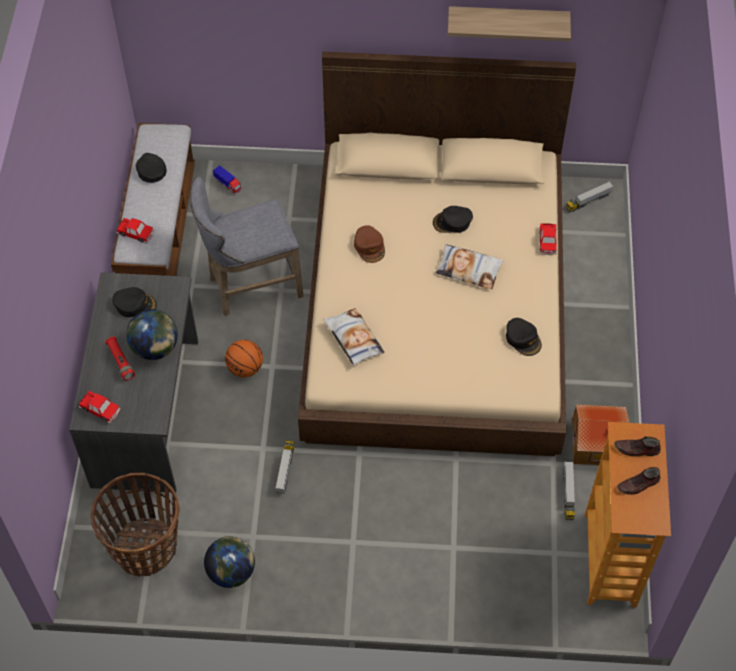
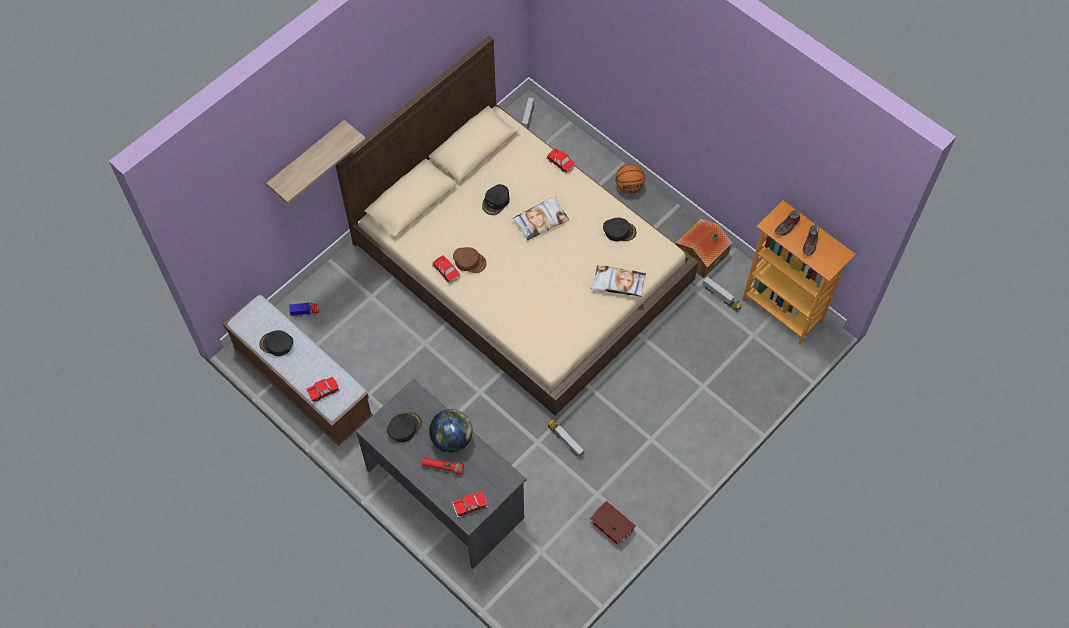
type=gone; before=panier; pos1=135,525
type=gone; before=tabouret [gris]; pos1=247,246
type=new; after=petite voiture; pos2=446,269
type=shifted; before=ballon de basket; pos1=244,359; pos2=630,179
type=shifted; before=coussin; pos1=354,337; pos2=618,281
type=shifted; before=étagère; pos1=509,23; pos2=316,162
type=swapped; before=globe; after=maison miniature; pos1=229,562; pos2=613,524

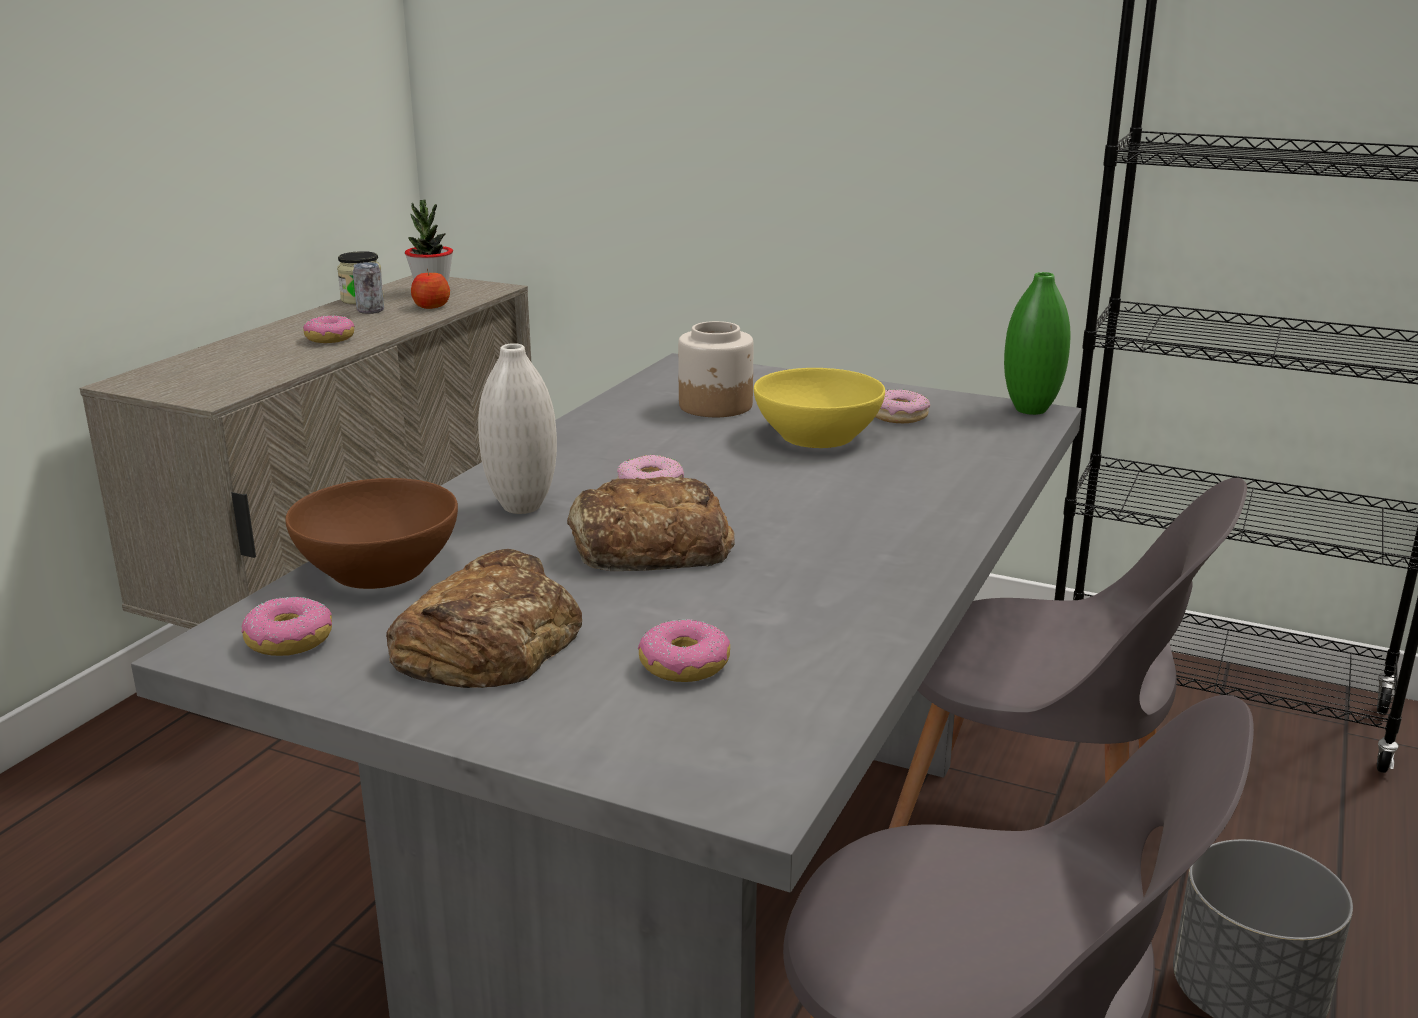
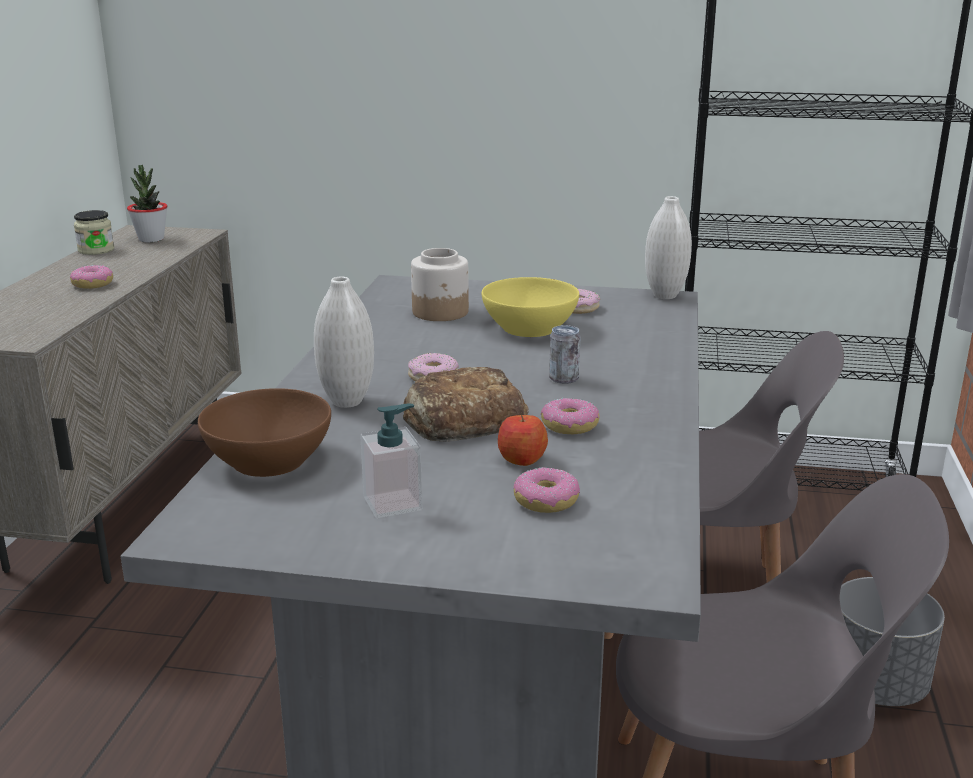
type=shifted; before=beignet; pos1=286,626; pos2=570,416
type=shifted; before=boîte métallique; pos1=368,288; pos2=564,354
type=shifted; before=pomme; pos1=430,289; pos2=523,439
type=swapped; before=pain; after=distributeur de savon; pos1=484,618; pos2=391,461
type=repainted; before=vase [vert]; after=vase [blanc]; pos1=1037,343; pos2=668,247

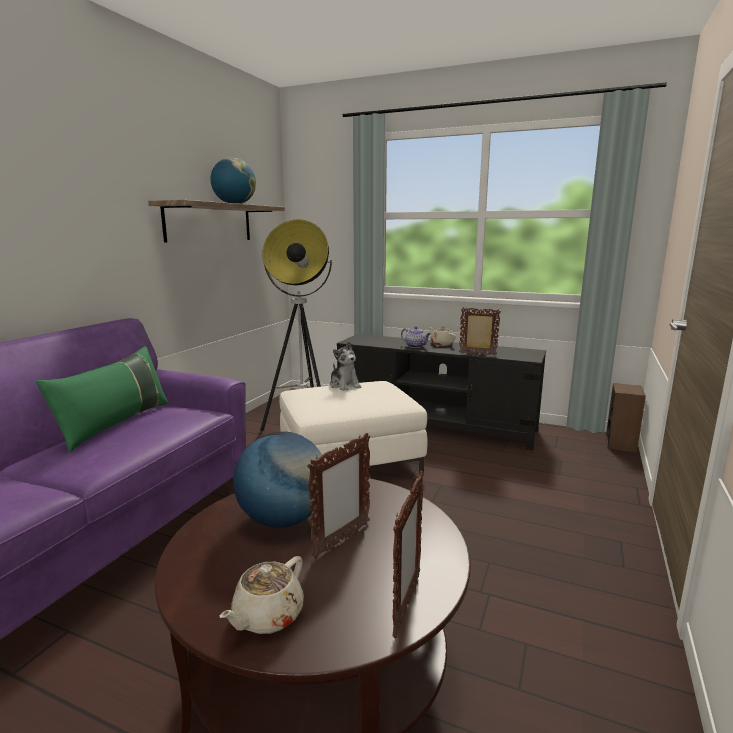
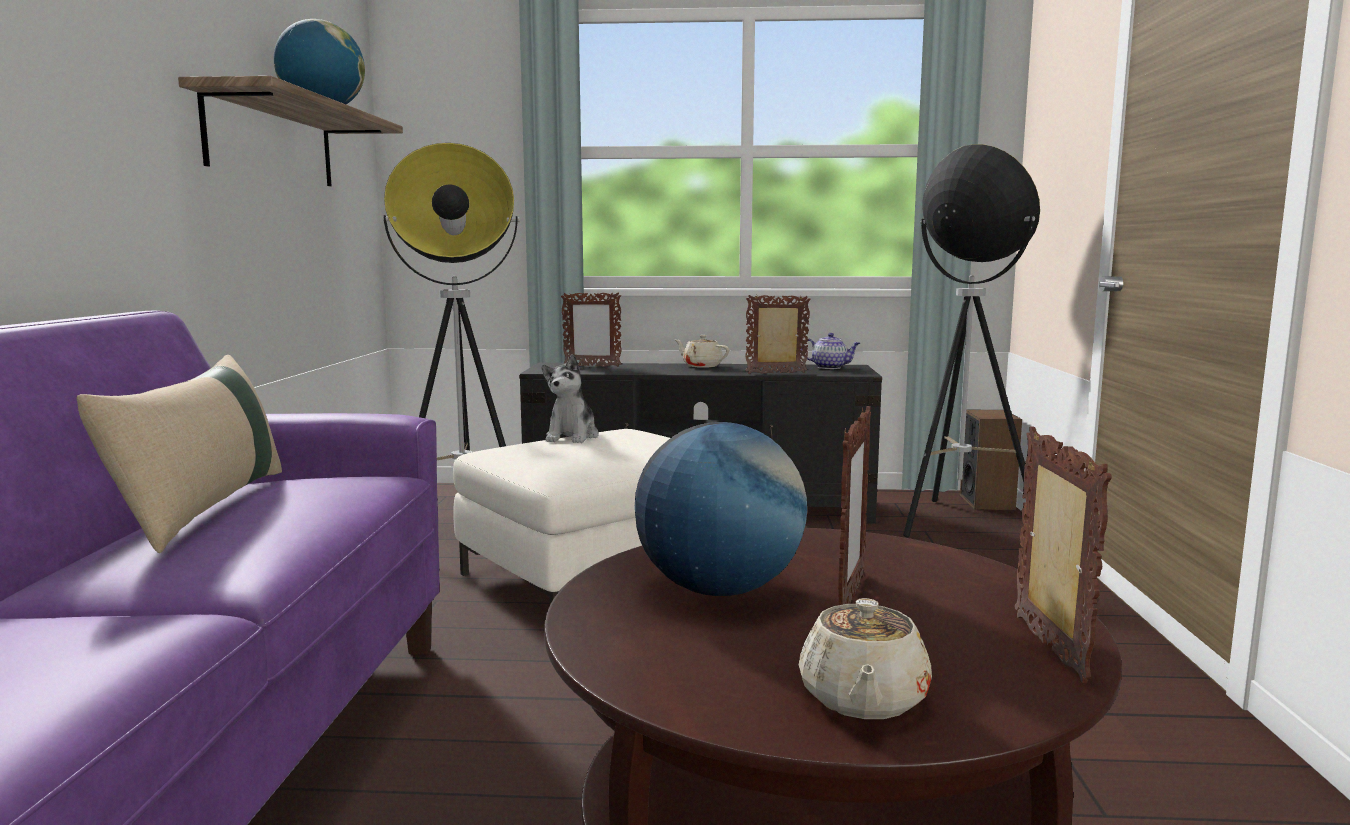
type=new; after=cadre photo; pos2=591,329
type=new; after=lampadaire; pos2=971,341
type=shifted; before=théière; pos1=416,337; pos2=830,351
type=repainted; before=coussin [vert]; after=coussin [beige]; pos1=101,399; pos2=179,454
type=rotated; before=peluche; pos1=345,366; pos2=570,398; turn=60

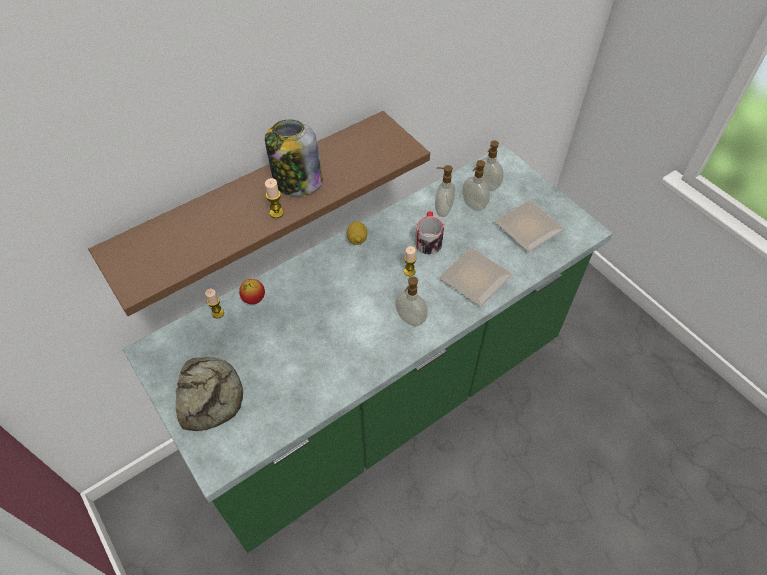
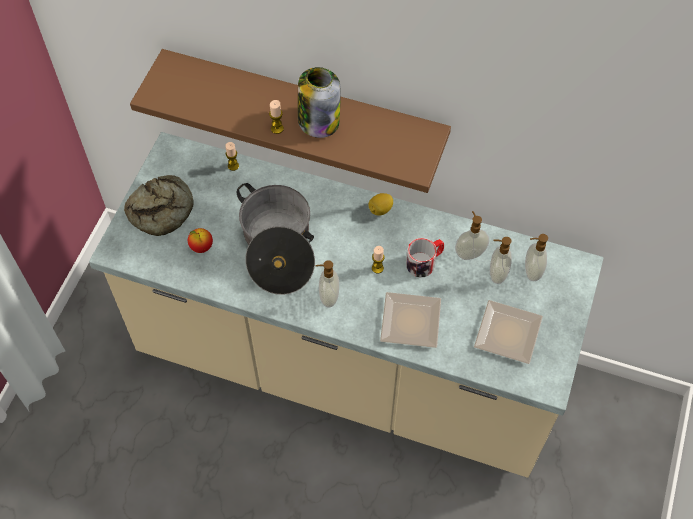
type=new; after=marmite; pos2=276,239
type=shifted; before=pomme; pos1=252,291; pos2=200,240
type=repainted; before=comptoir de cuisine [vert]; after=comptoir de cuisine [beige]; pos1=367,349; pos2=346,305

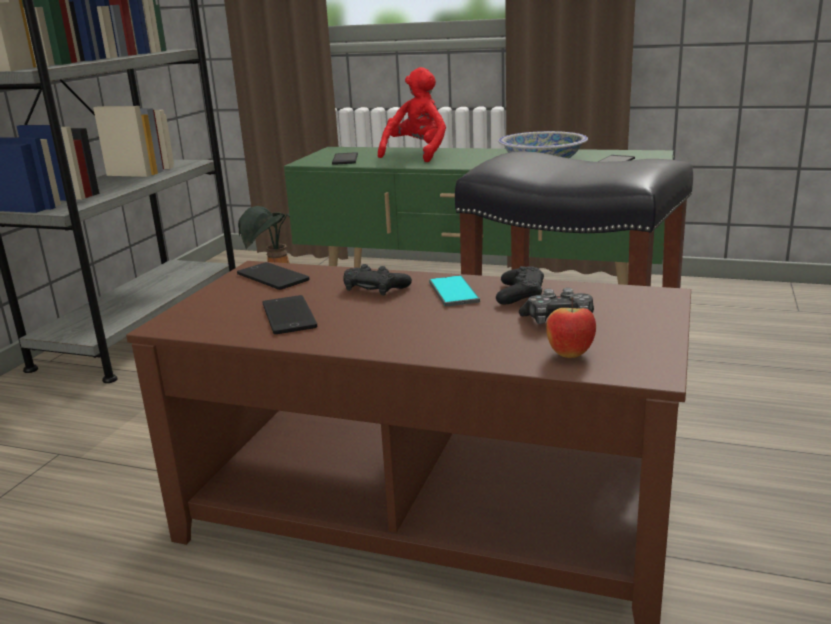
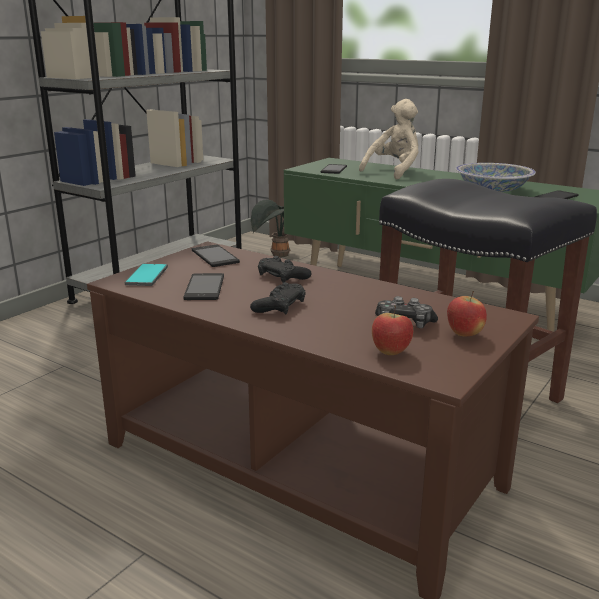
type=new; after=pomme; pos2=467,313
type=shifted; before=téléphone; pos1=454,290; pos2=146,275
type=shifted; before=manette [noir]; pos1=520,285; pos2=278,298
type=repainted; before=peluche [rouge]; after=peluche [beige]; pos1=412,114; pos2=389,139

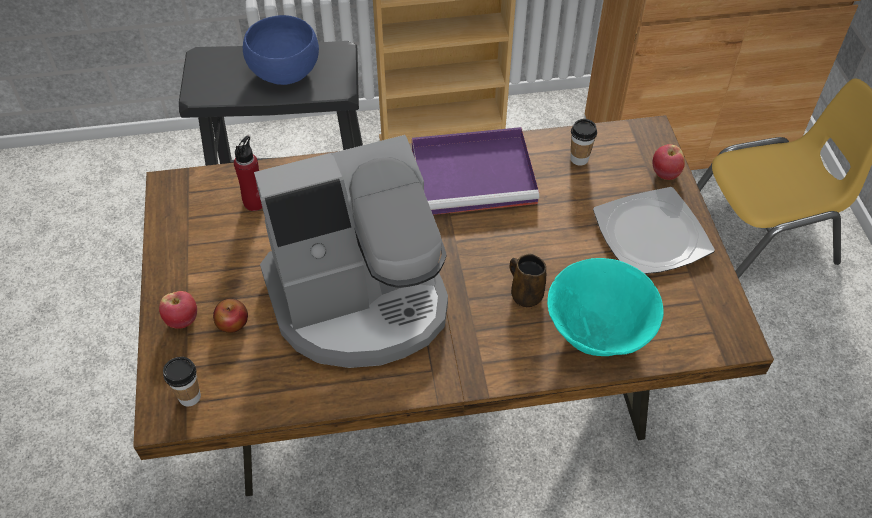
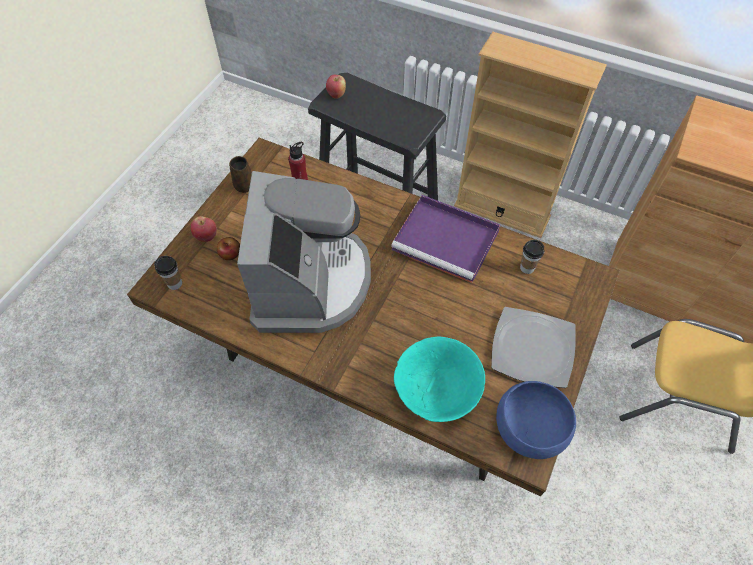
type=shifted; before=bol [bleu]; pos1=281,50; pos2=536,420
type=shifted; before=mug [marron]; pos1=528,280; pos2=240,174
type=shifted; before=pomme; pos1=668,162; pos2=336,87
type=rotated; before=machine à café; pos1=351,251; pos2=304,252; turn=-105

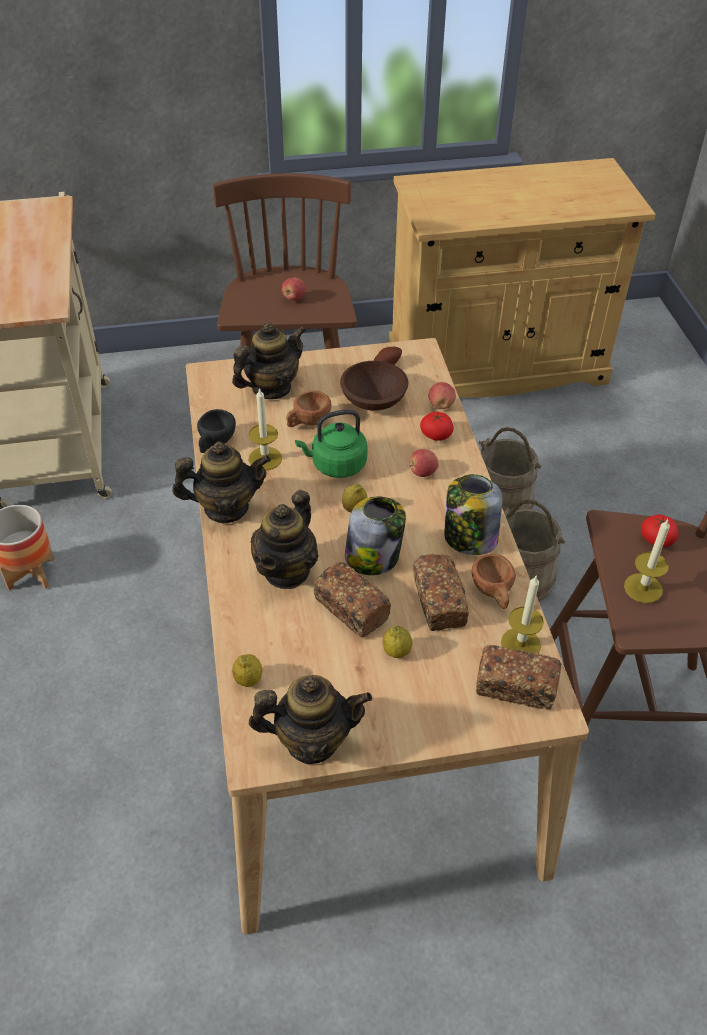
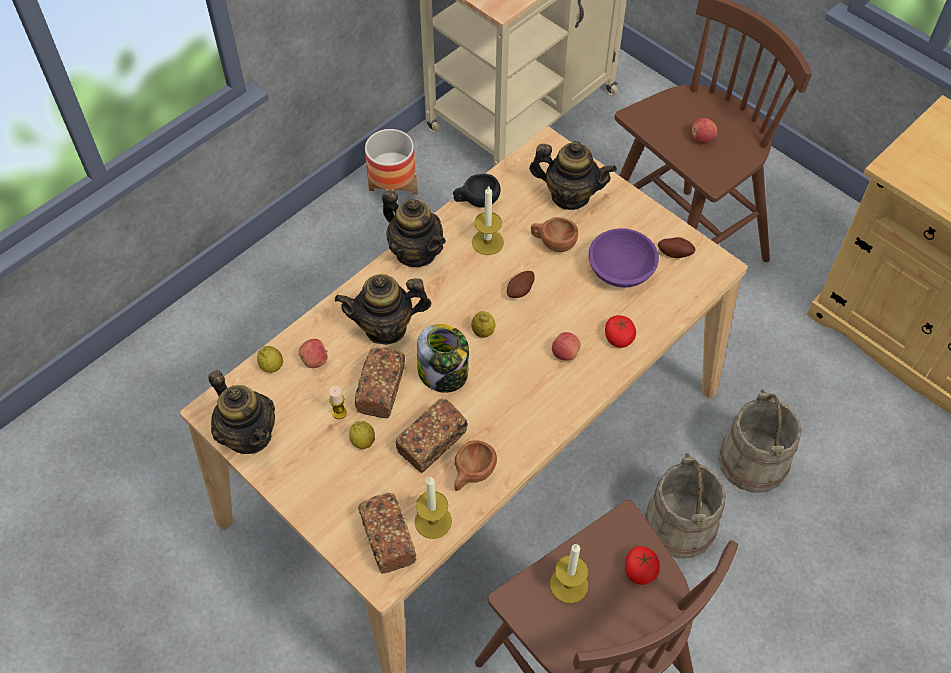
type=gone; before=bocal; pos1=473,514
type=new; after=bougie; pos2=338,402
type=shifted; before=pomme; pos1=442,395; pos2=313,353
type=swapped; before=bouilloire [vert]; after=pomme de terre; pos1=331,443; pos2=520,284
type=repainted; before=bol [marron]; after=bol [violet]; pos1=374,386; pos2=623,257

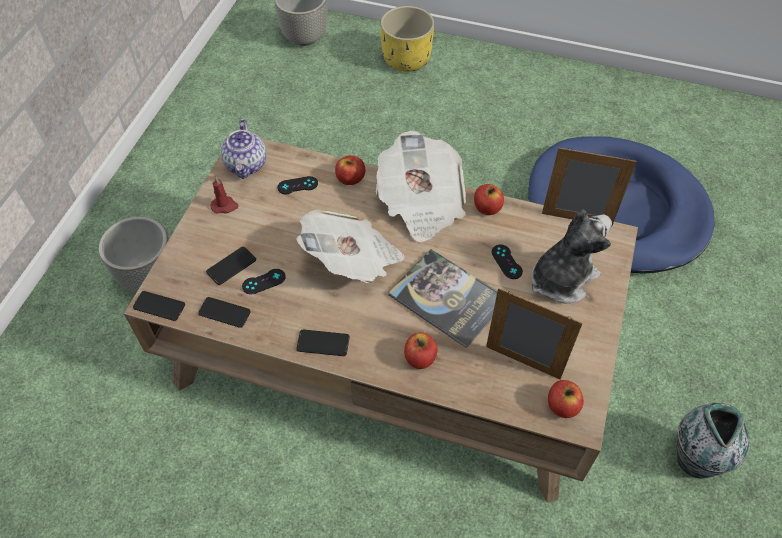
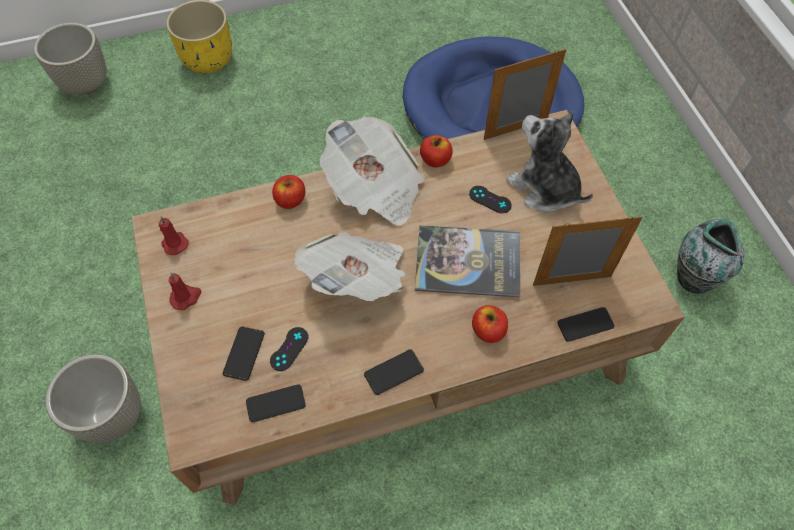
type=gone; before=manette [noir]; pos1=297,185
type=gone; before=pomme; pos1=566,399
type=shifted; before=téléphone; pos1=159,306; pos2=586,324
type=swapped; before=théière; after=bougie [rouge]; pos1=243,149; pos2=174,235
type=rotated; before=peluche; pos1=571,257; pos2=549,161; turn=-60

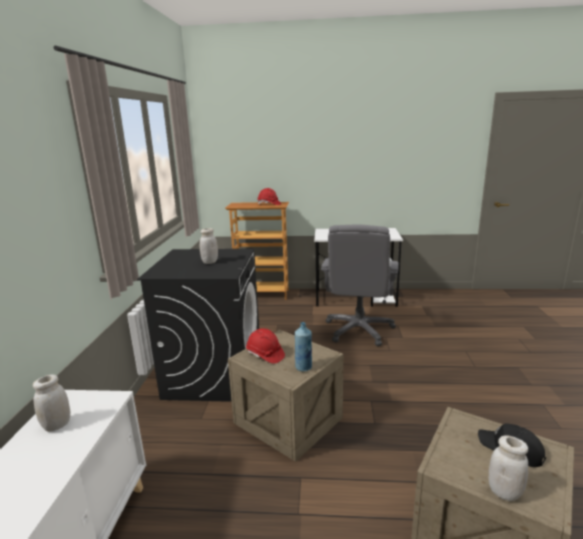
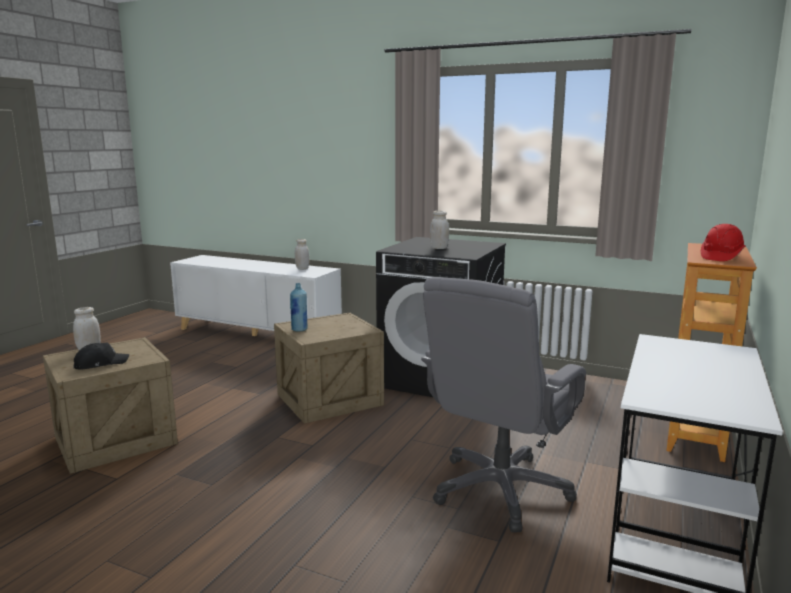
type=gone; before=casque de chantier [rouge]; pos1=265,346
type=rotated; before=chaise de bureau [gris]; pos1=360,285; pos2=503,404; turn=-90

